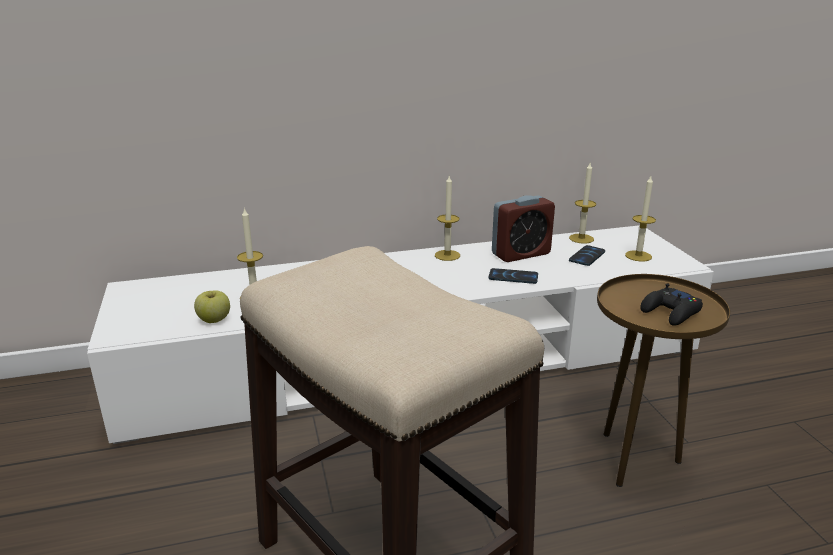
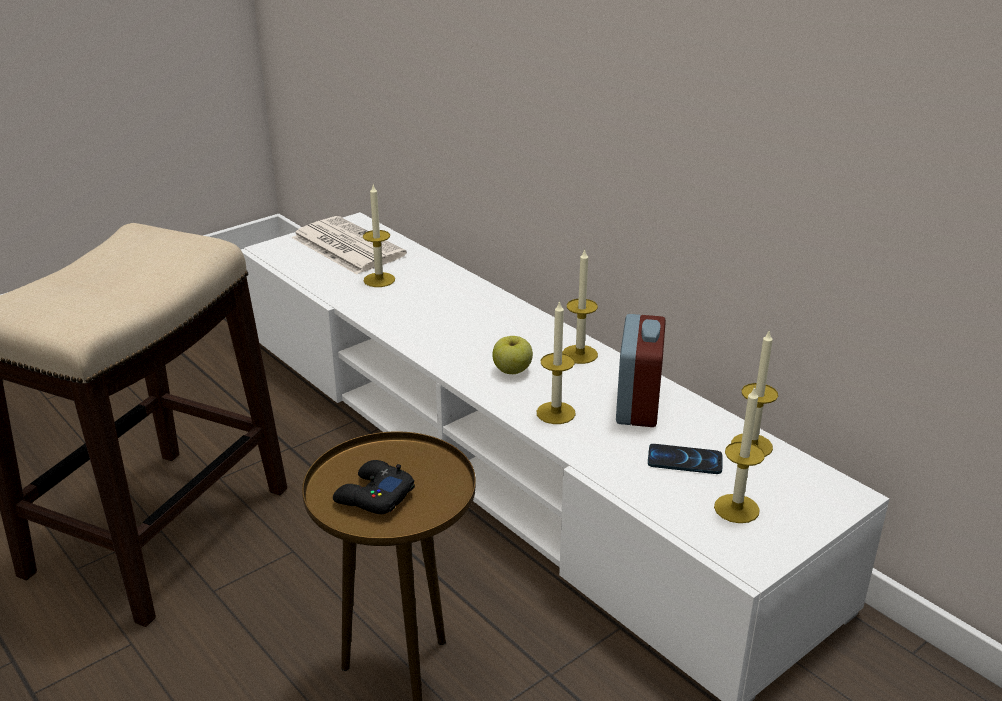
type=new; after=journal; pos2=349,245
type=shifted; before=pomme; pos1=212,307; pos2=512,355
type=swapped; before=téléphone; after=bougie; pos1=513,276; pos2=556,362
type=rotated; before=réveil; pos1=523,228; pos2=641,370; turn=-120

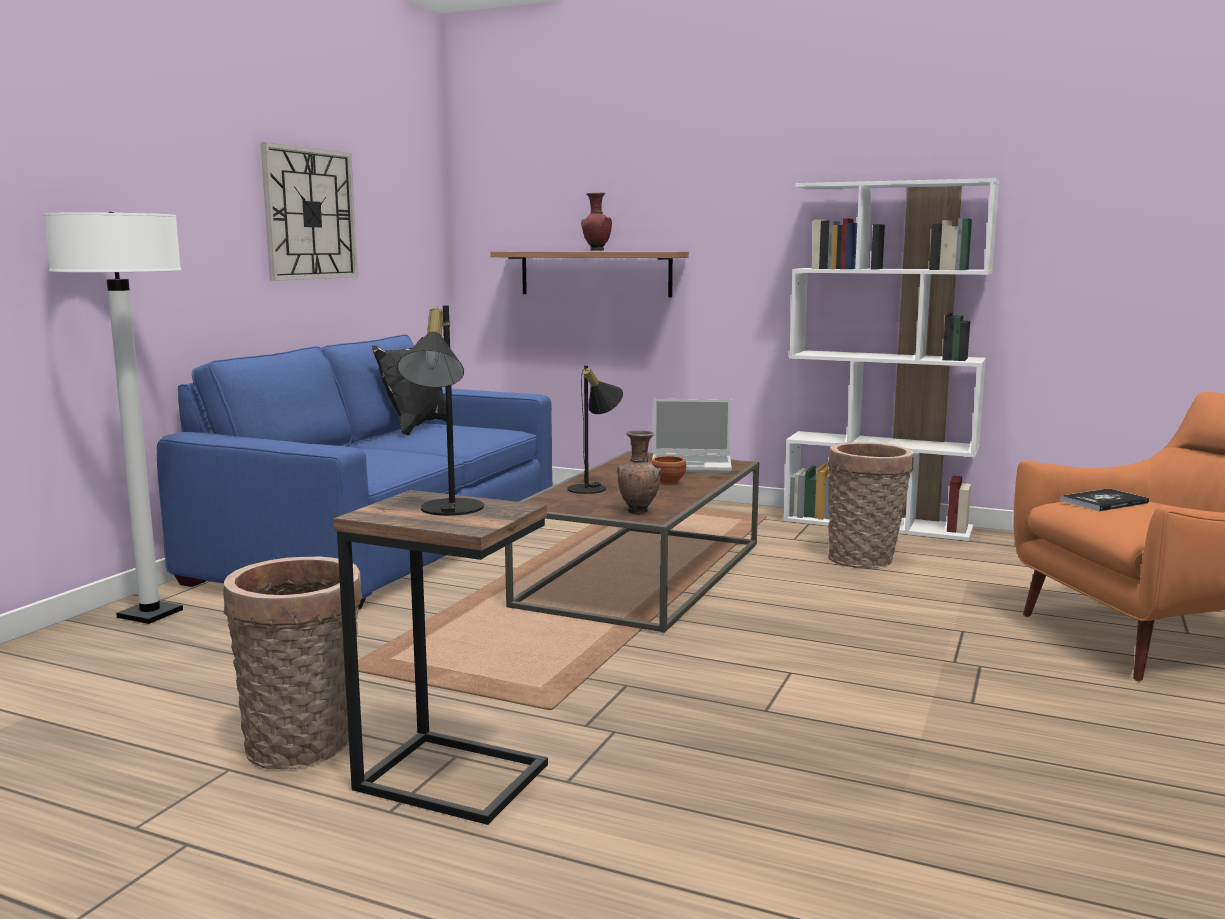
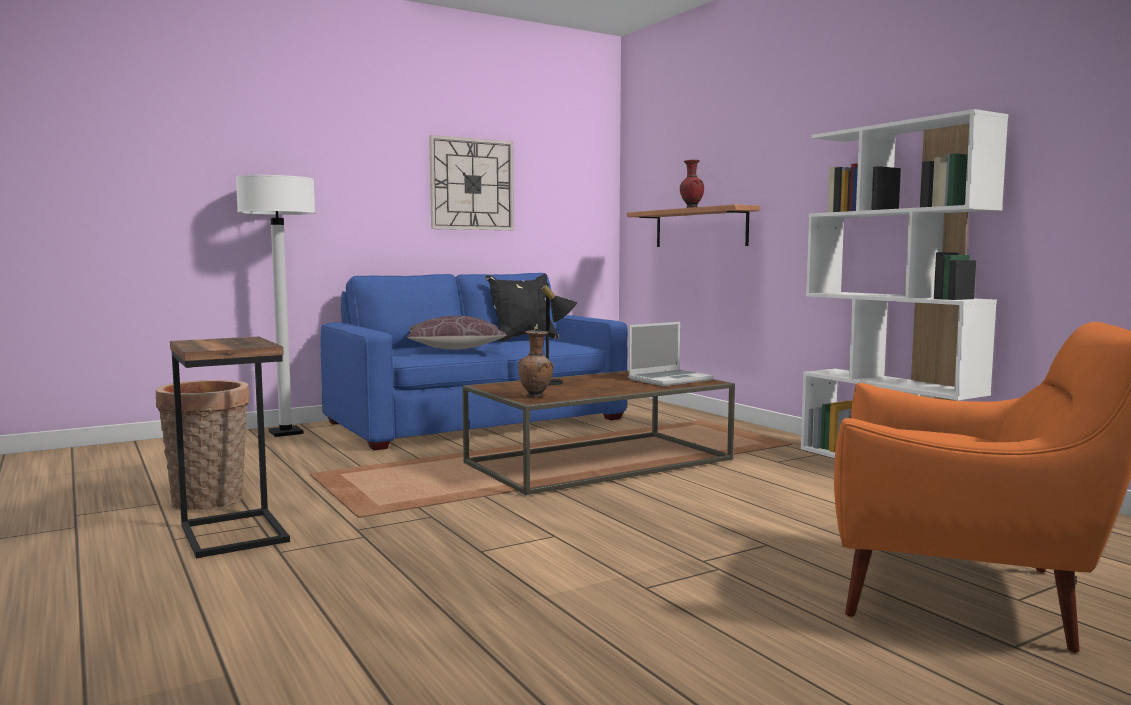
type=gone; before=lampe de table [noir]; pos1=440,410
type=gone; before=bol [marron]; pos1=668,470
type=gone; before=panier; pos1=871,505
type=gone; before=livre; pos1=1104,499
type=new; after=coussin [marron]; pos2=456,332
type=rotated; before=ordinateur portable; pos1=691,436; pos2=671,354; turn=-75

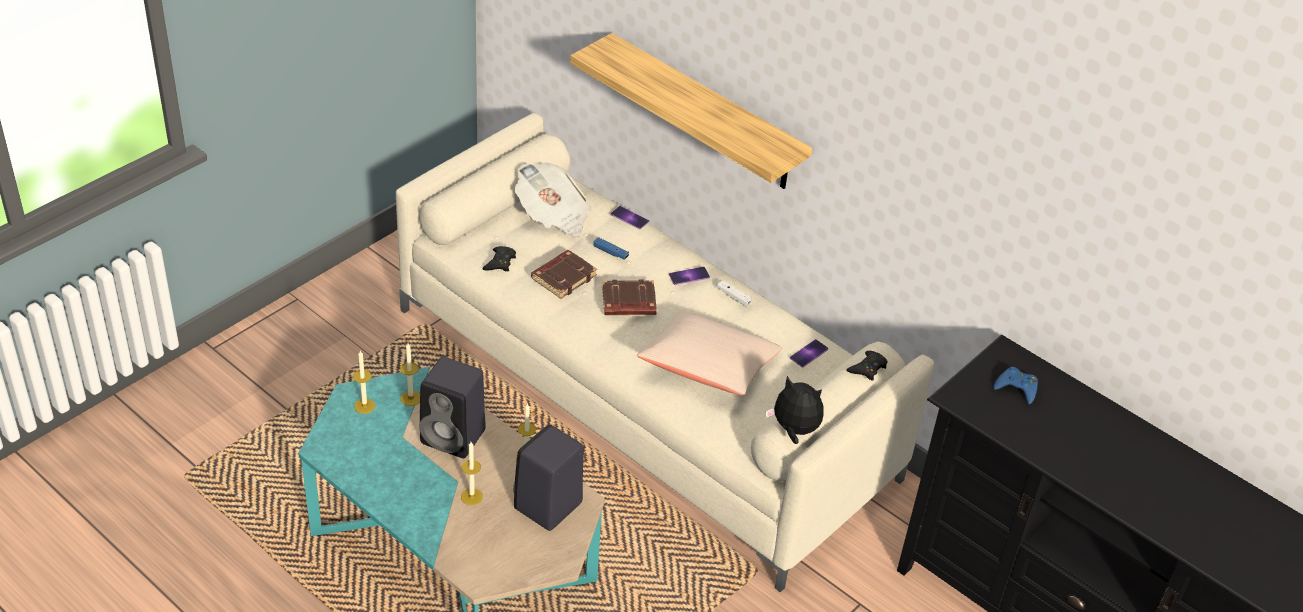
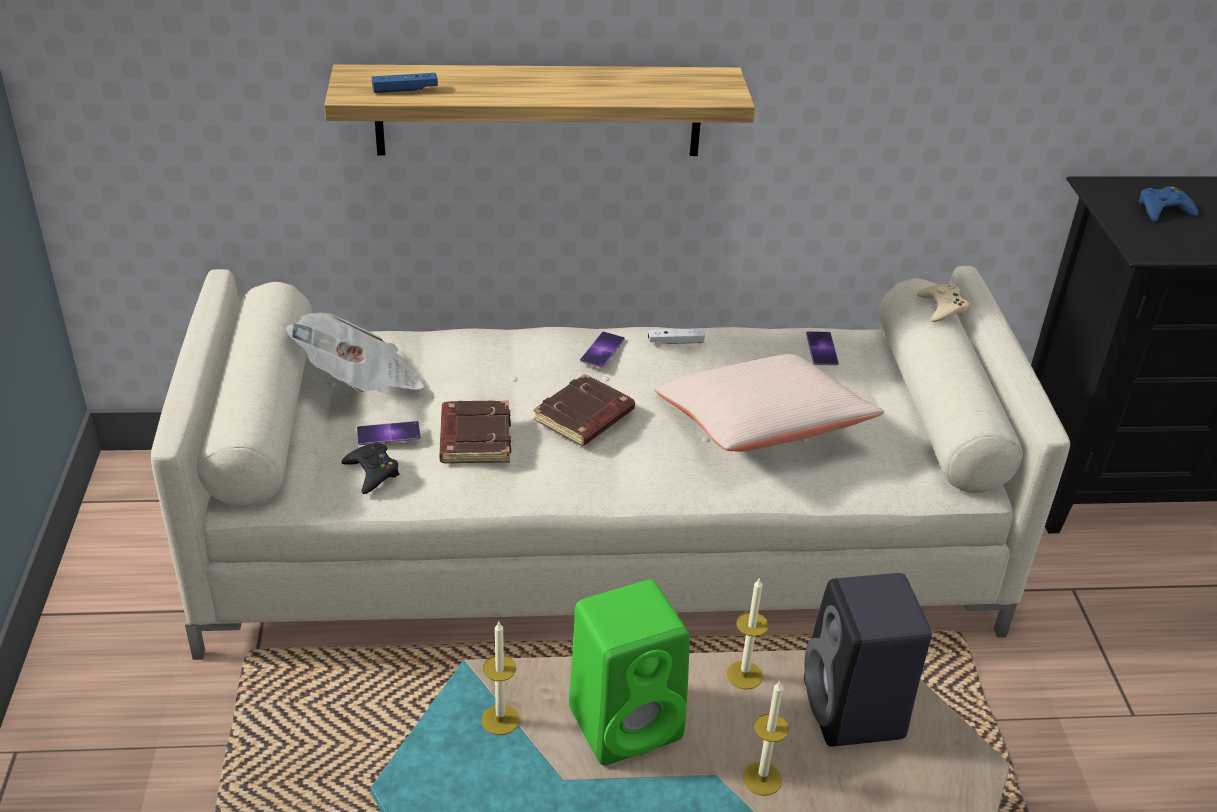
type=gone; before=bougie; pos1=364,382
type=gone; before=peluche; pos1=795,410
type=shifted; before=manette [bleu]; pos1=611,248; pos2=404,83
type=shifted; before=téléphone; pos1=630,217; pos2=389,433
type=repainted; before=enceinte [noir]; after=enceinte [vert]; pos1=452,408; pos2=629,672
type=repainted; before=manette [noir]; after=manette [beige]; pos1=867,366; pos2=943,302

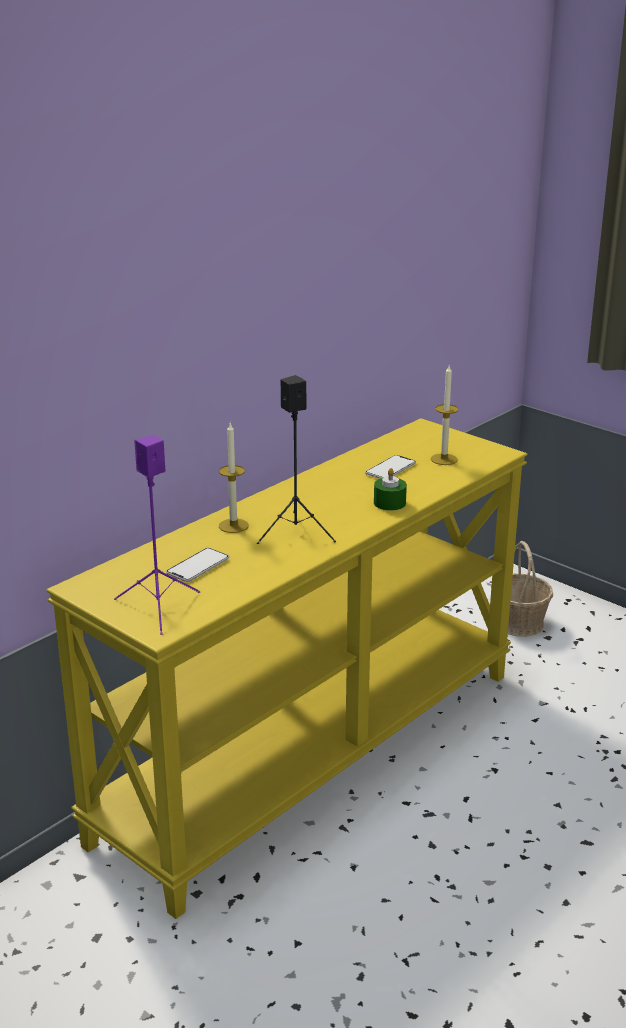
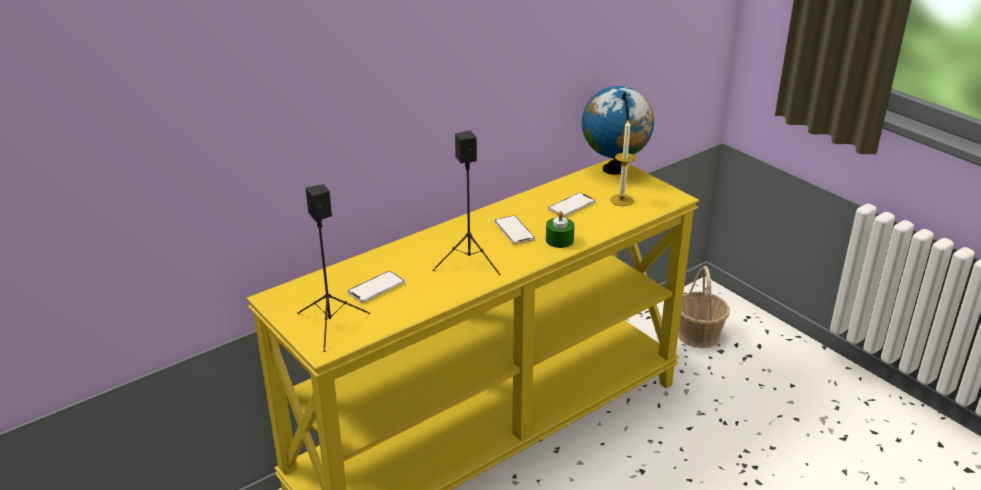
type=gone; before=bougie; pos1=234,478
type=new; after=téléphone; pos2=514,229
type=new; after=globe; pos2=618,130
type=repainted; before=enceinte [violet]; after=enceinte [noir]; pos1=157,535; pos2=333,268

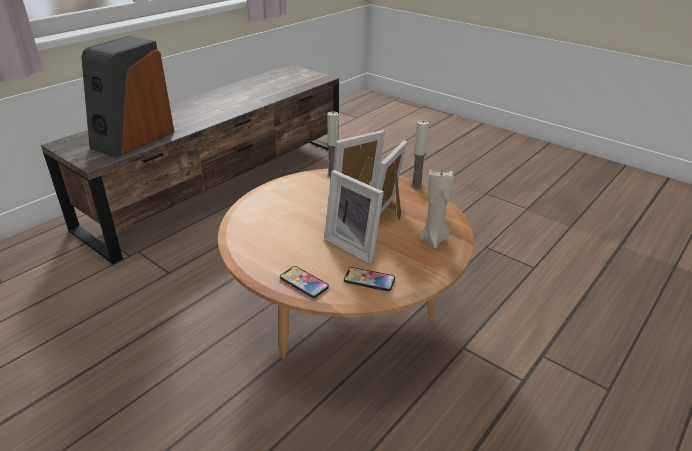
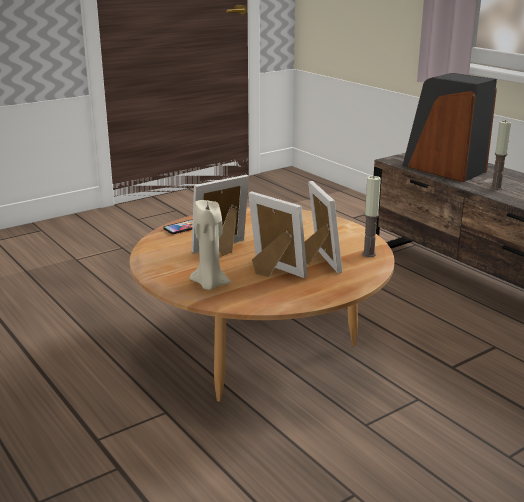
type=gone; before=téléphone; pos1=369,279
type=shifted; before=bougie; pos1=420,154; pos2=500,155

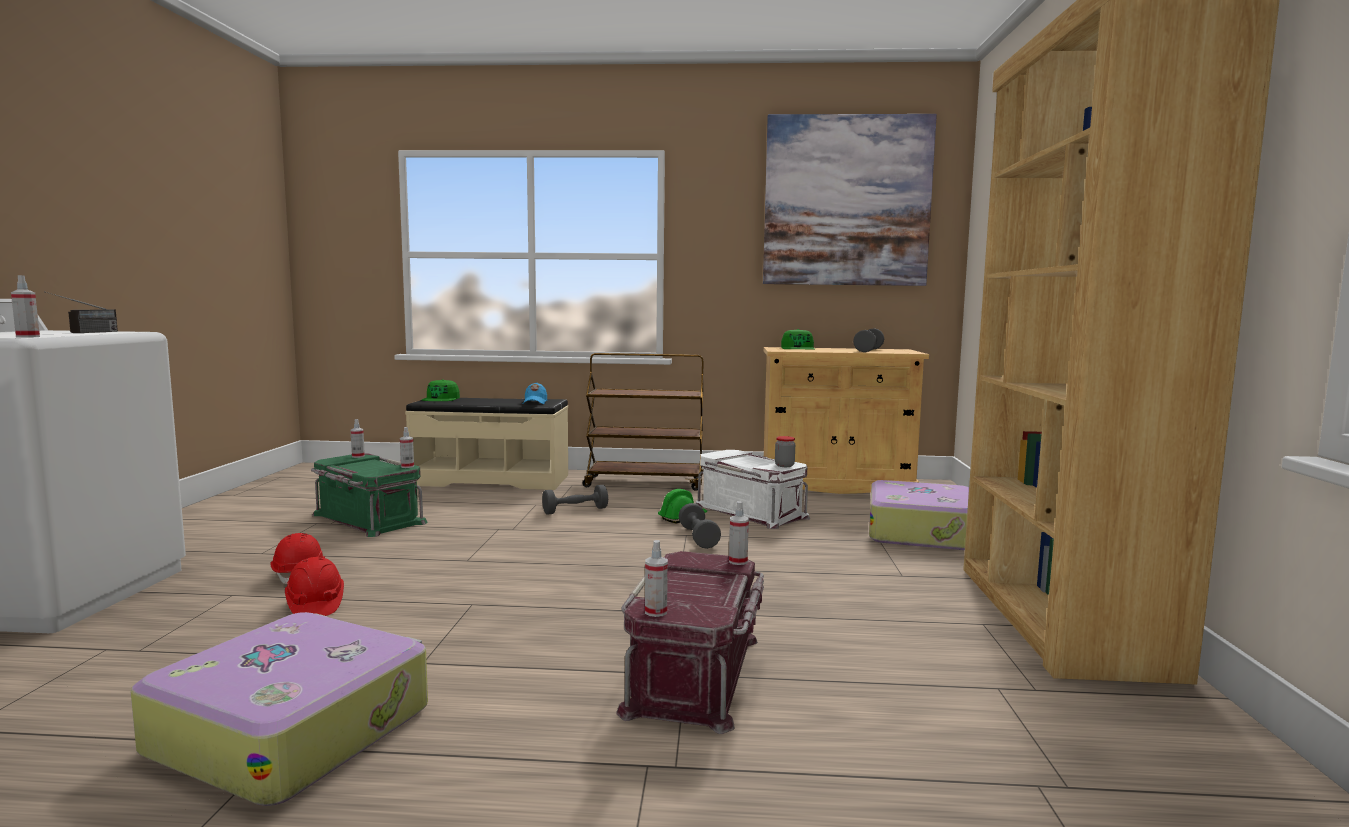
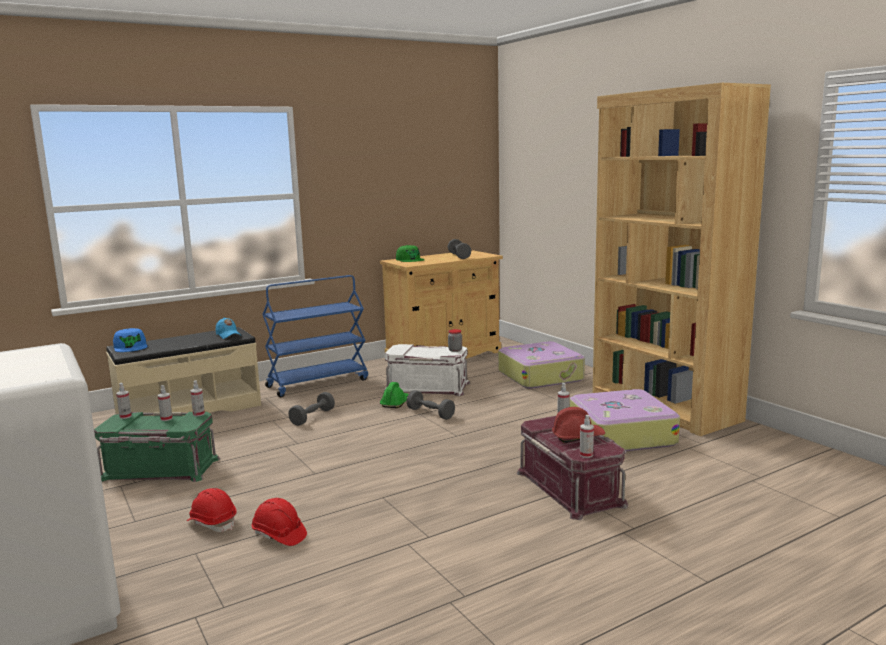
type=gone; before=radio; pos1=81,312
type=gone; before=tableau; pos1=850,200
type=new; after=casque de chantier [rouge]; pos2=578,425
type=shifted; before=vaporisateur; pos1=25,306; pos2=165,403
type=shifted; before=valise; pos1=279,709; pos2=625,420
type=repainted; before=casquette [vert]; after=casquette [bleu]; pos1=441,390; pos2=130,340
type=repainted; before=chariot [marron]; after=chariot [bleu]; pos1=643,422; pos2=315,336

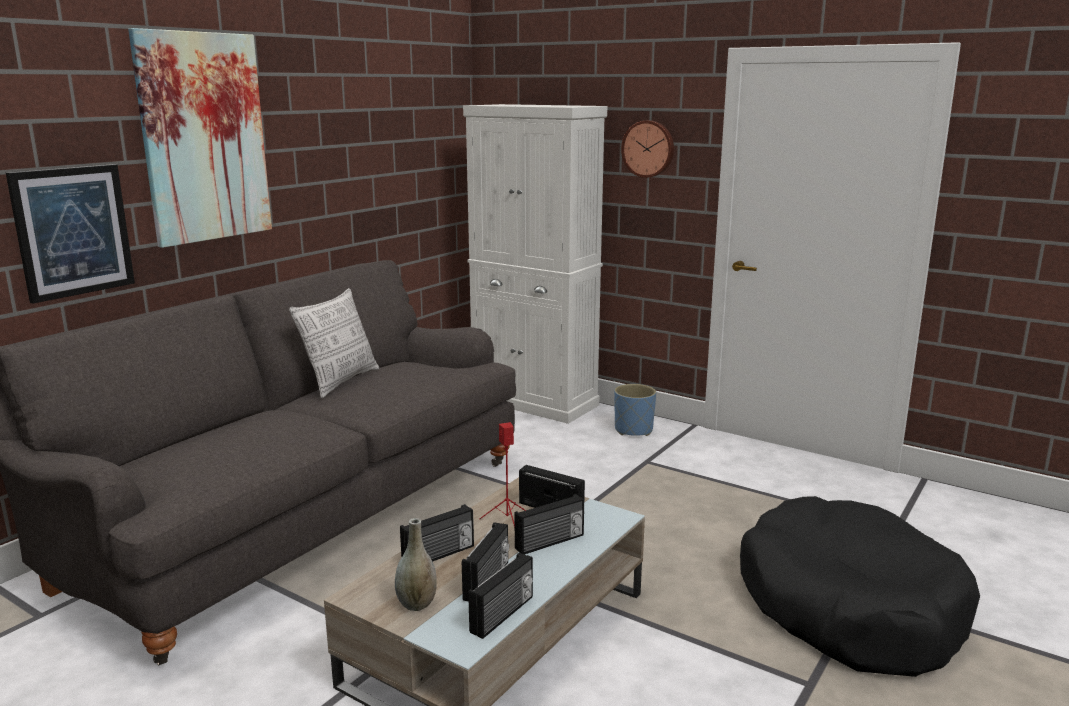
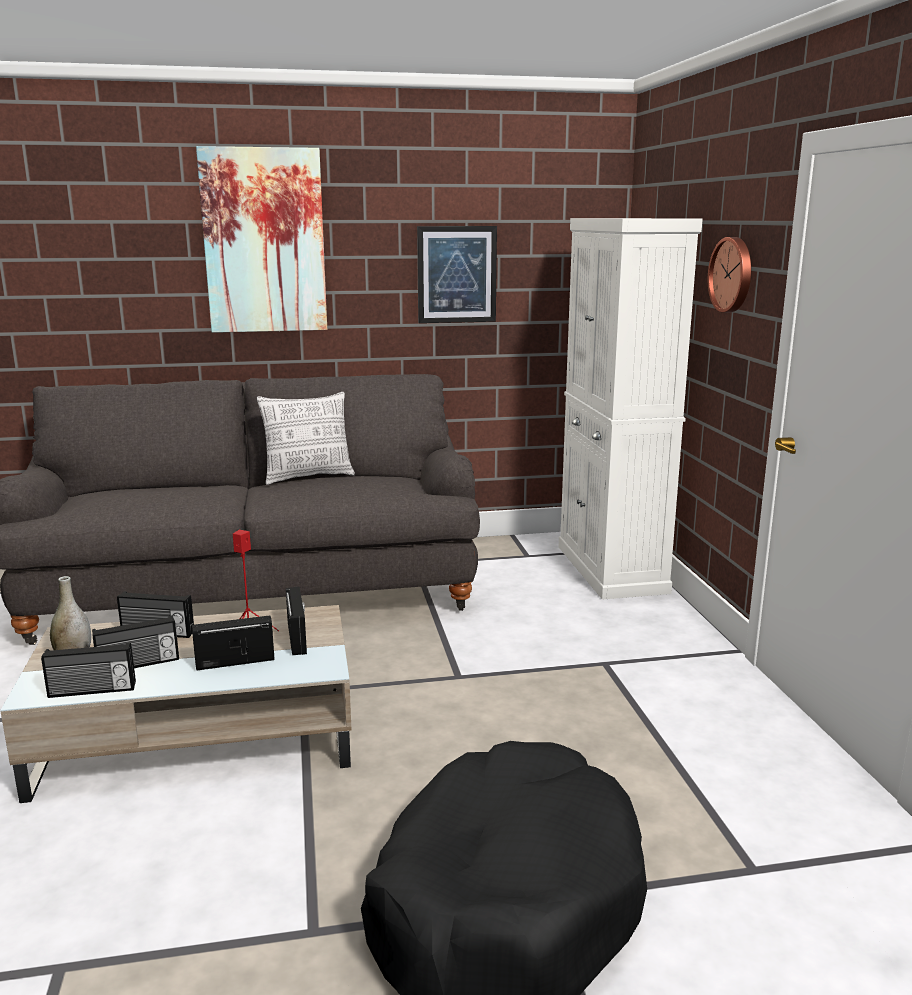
type=gone; before=cache-pot [bleu]; pos1=635,410
type=shifted; before=tableau; pos1=70,234; pos2=457,274
type=rotated; before=radio; pos1=549,524; pos2=233,642; turn=150

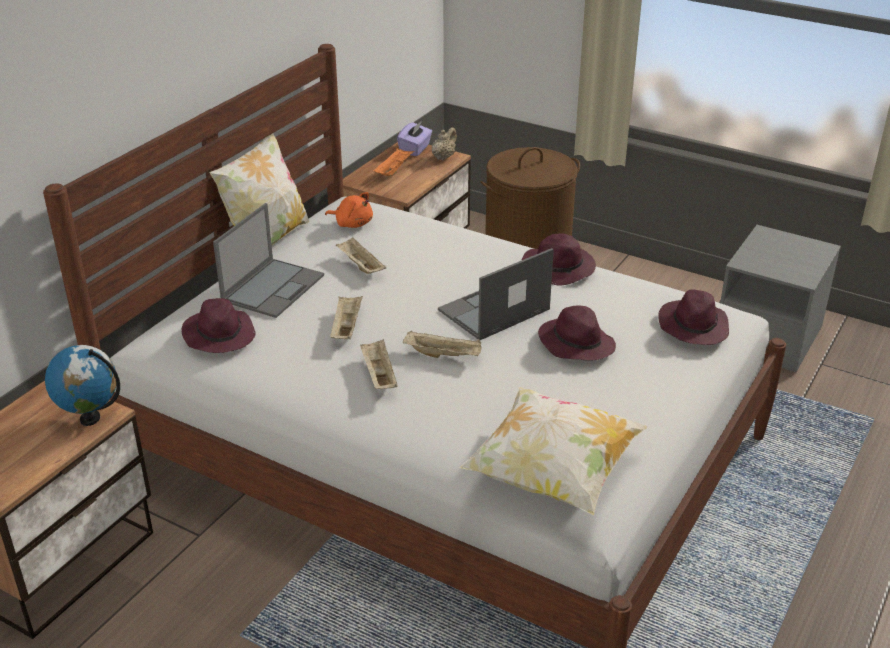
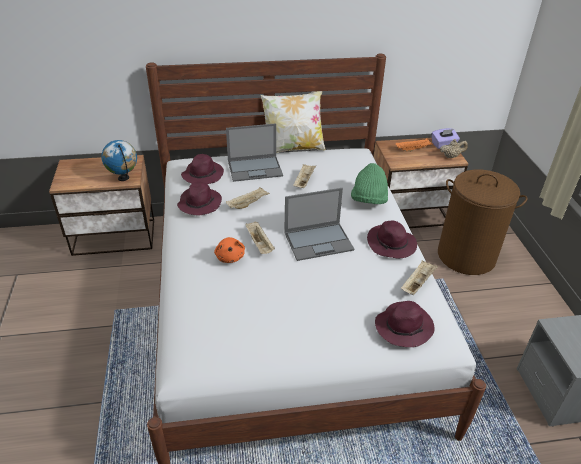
type=gone; before=coussin; pos1=553,451
type=new; after=chapeau [vert]; pos2=369,183
type=shifted; before=peluche [orange]; pos1=349,210; pos2=229,250
type=shifted; before=plateau [beige]; pos1=379,364; pos2=419,277
type=shifted; before=chapeau [violet]; pos1=577,333; pos2=199,198
type=rotated; before=ordinateur portable; pos1=496,294; pos2=319,224; turn=150

